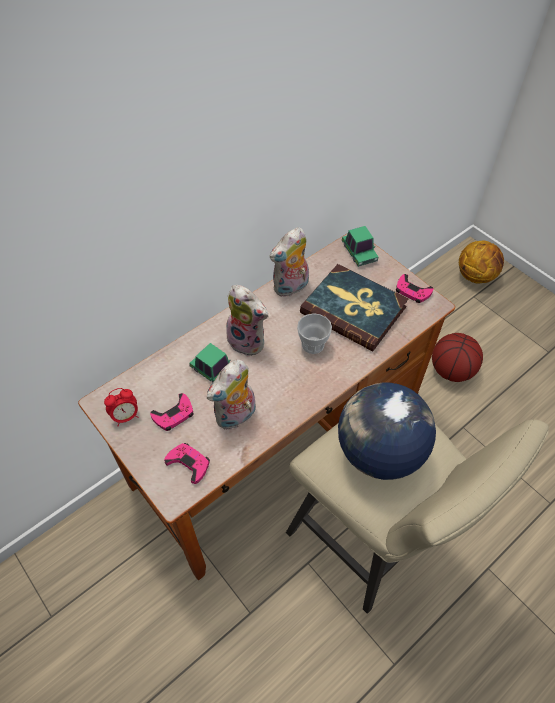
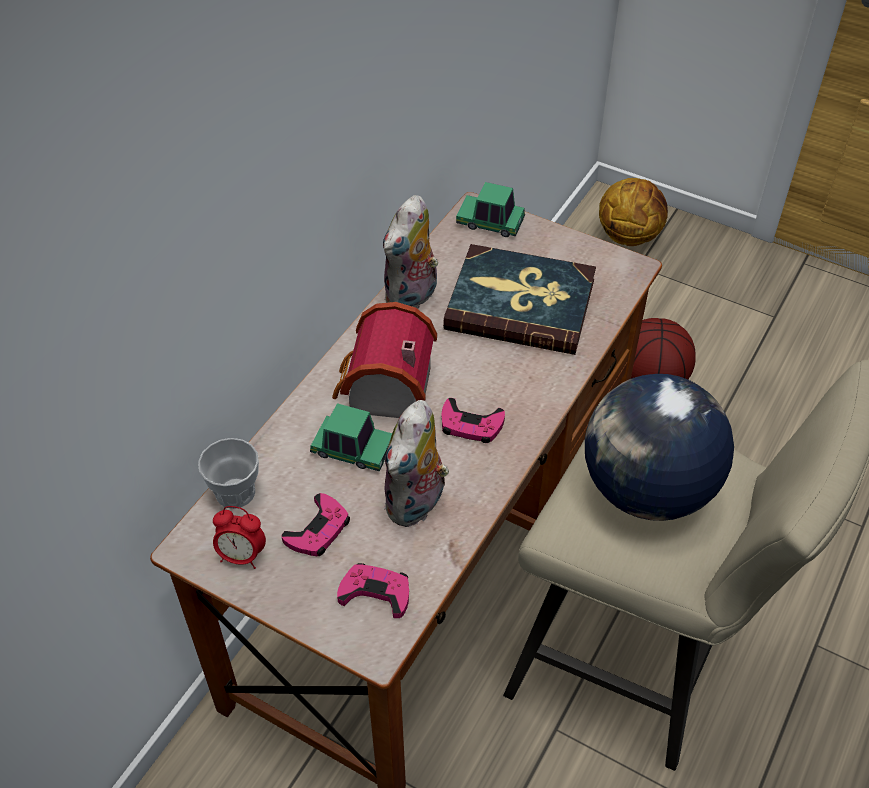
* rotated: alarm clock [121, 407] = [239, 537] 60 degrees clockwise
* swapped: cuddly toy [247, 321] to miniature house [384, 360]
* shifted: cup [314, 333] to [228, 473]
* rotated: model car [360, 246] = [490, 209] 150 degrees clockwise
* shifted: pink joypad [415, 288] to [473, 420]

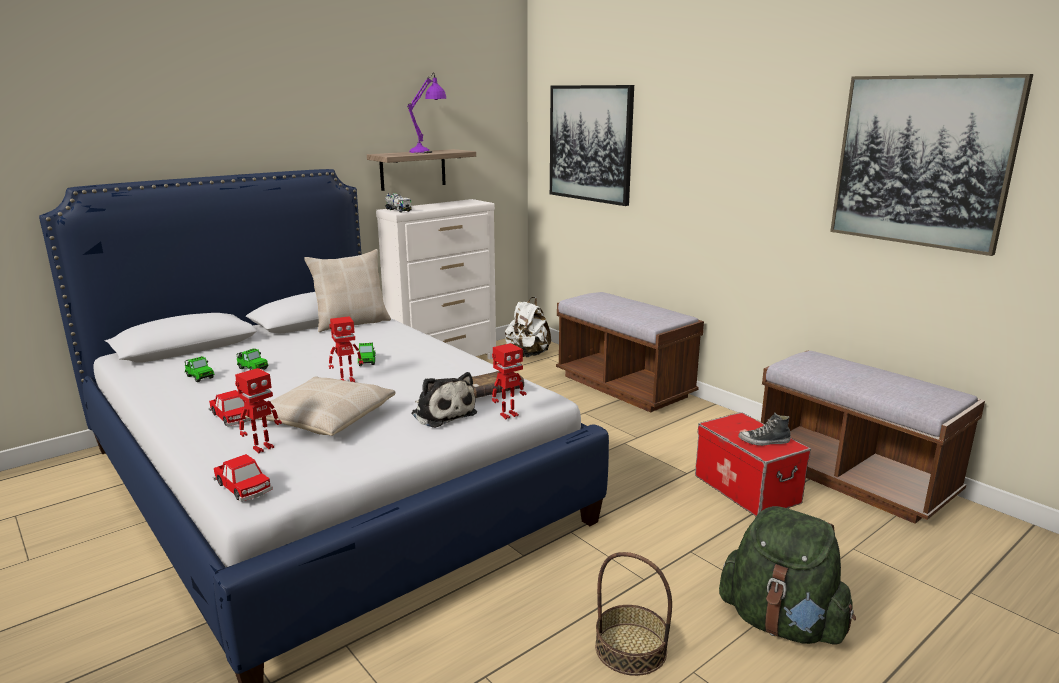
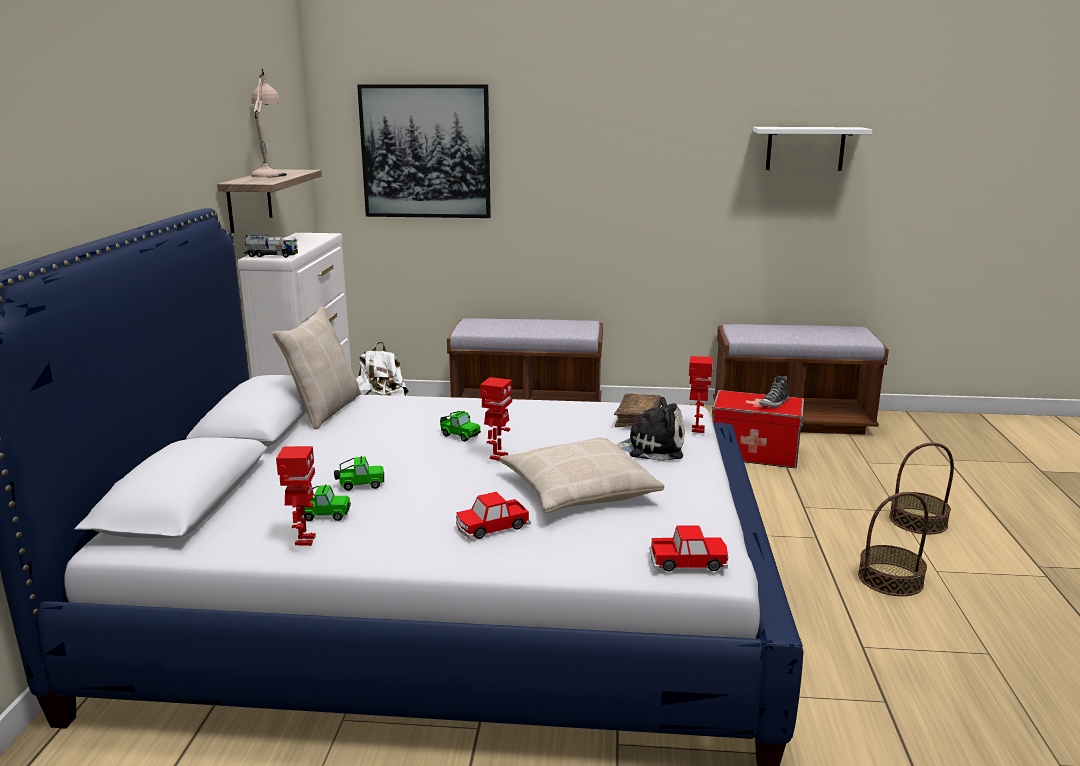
* rotated: model car [230, 408] = [493, 515] 150 degrees clockwise
* shifted: robot figure [258, 410] to [296, 496]
* repainted: purple-coloured lamp for a table [426, 113] to beige lamp for a table [269, 123]
* swapped: greenish rucksack [787, 575] to household basket [921, 488]
* swapped: wall art [931, 165] to white bracket shelf [812, 149]

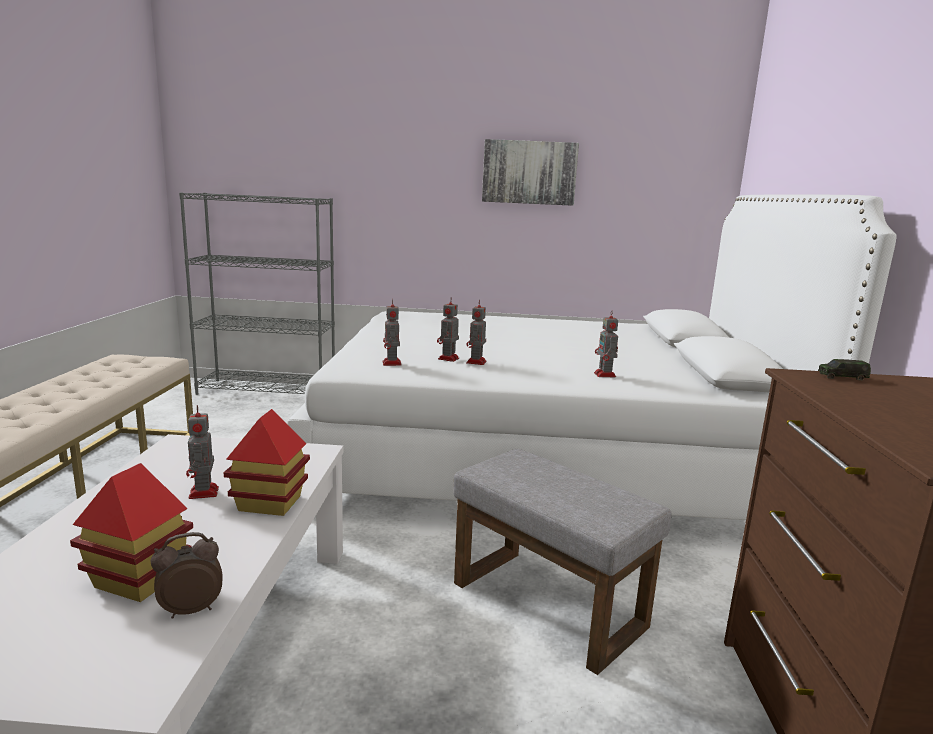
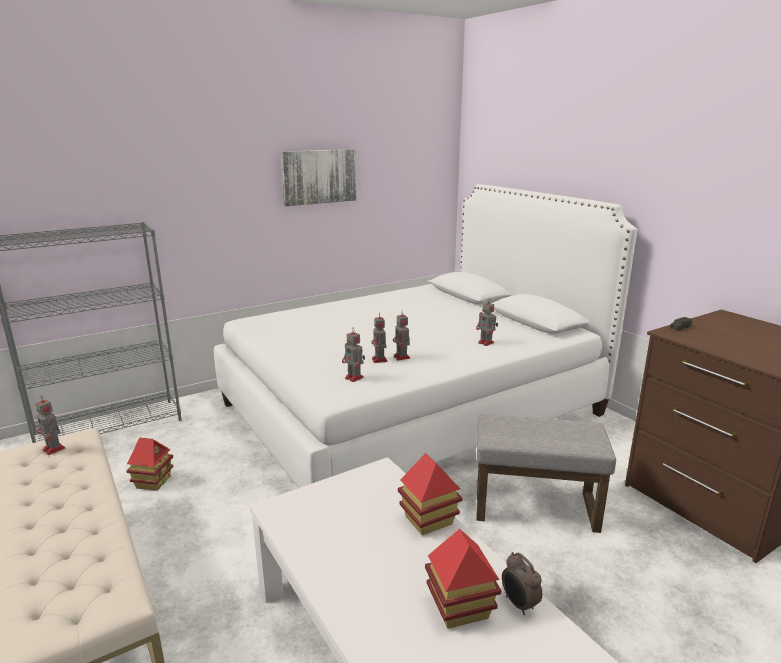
* rotated: alarm clock [186, 575] = [522, 584] 60 degrees counterclockwise
* shifted: robot figure [202, 452] to [50, 425]
* new: miniature house [150, 464]

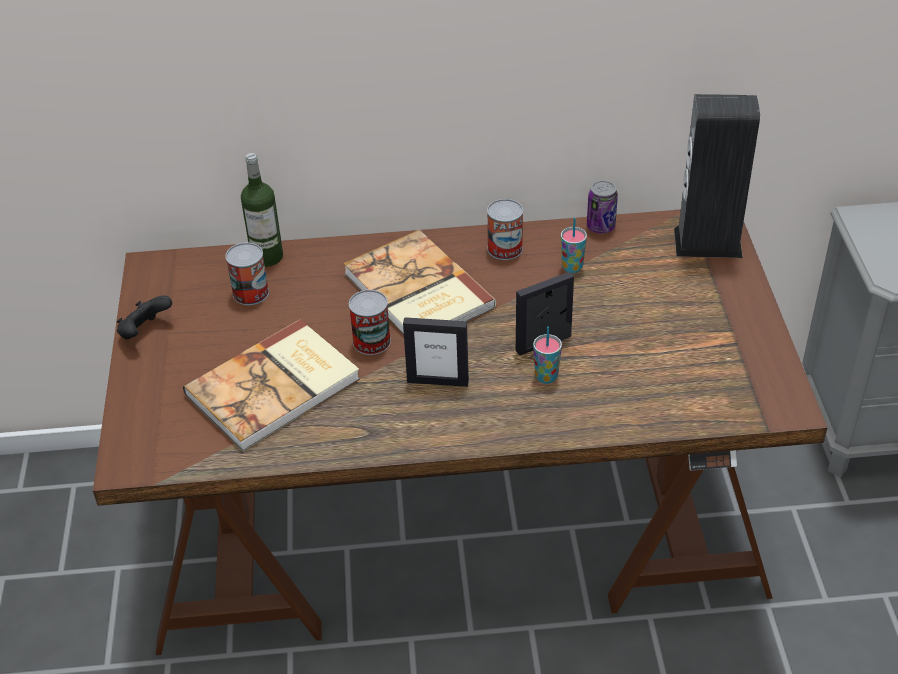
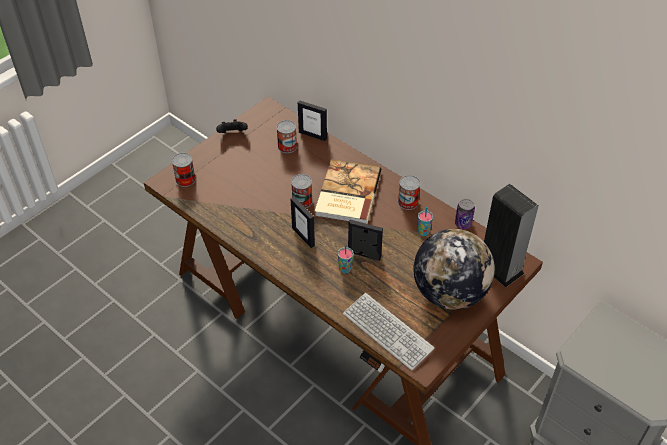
* gone: book [271, 385]
* swapped: beverage bottle [262, 210] to picture frame [312, 120]
* new: sealed can [184, 170]
* new: PC keyboard [389, 331]
* new: world globe [454, 269]

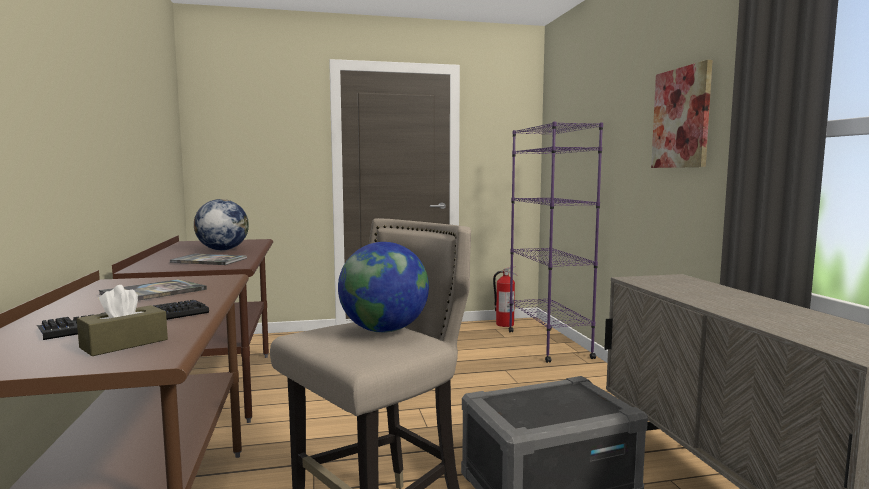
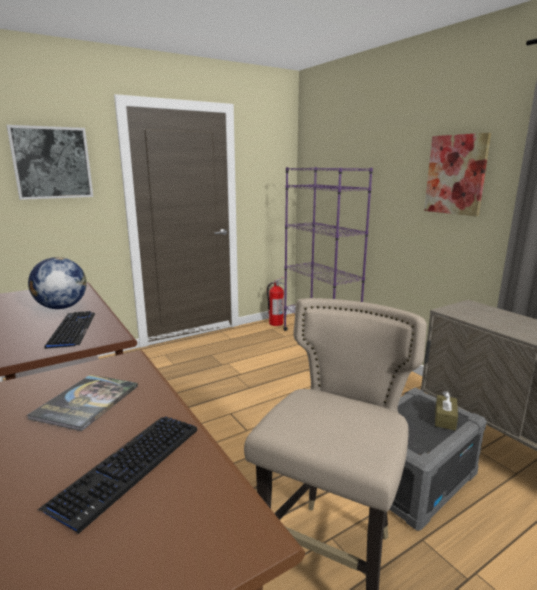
* shifted: brown-coloured tissue holder [122, 320] to [446, 410]
* swapped: book [208, 259] to PC keyboard [70, 330]
* gone: world globe [383, 287]
* new: wall art [50, 162]

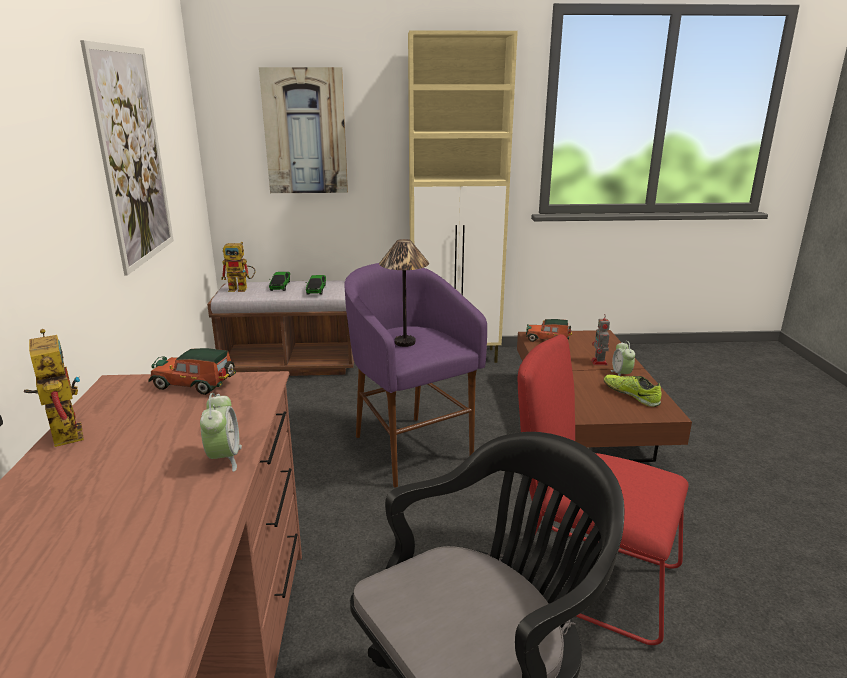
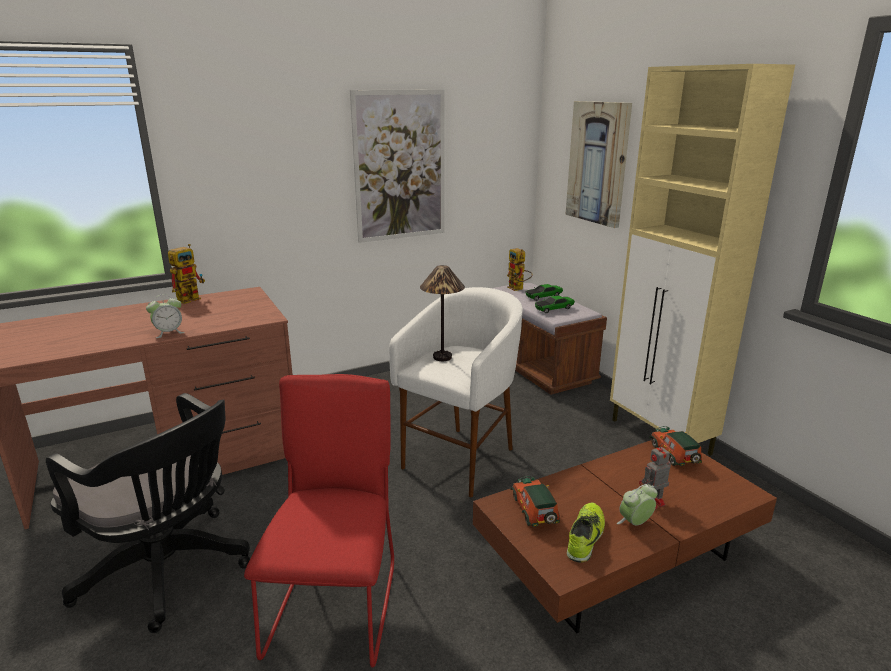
* shifted: model car [192, 371] to [535, 501]
* repainted: purple-coloured stool seat [415, 375] to white stool seat [456, 392]

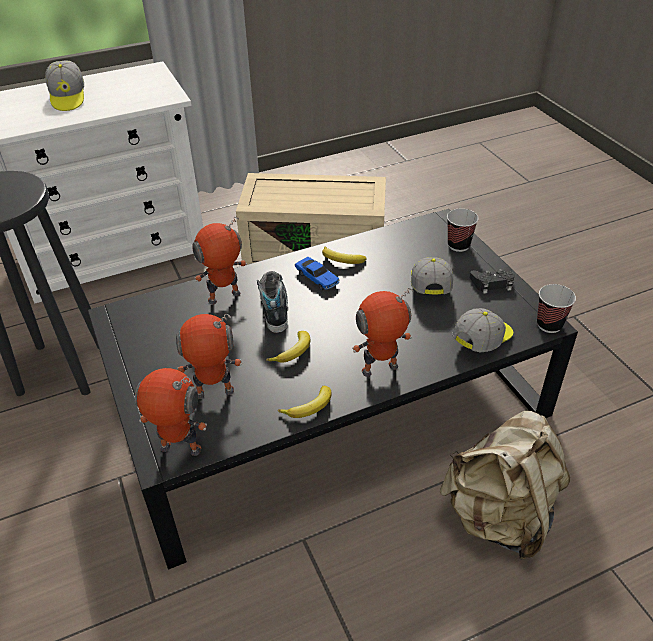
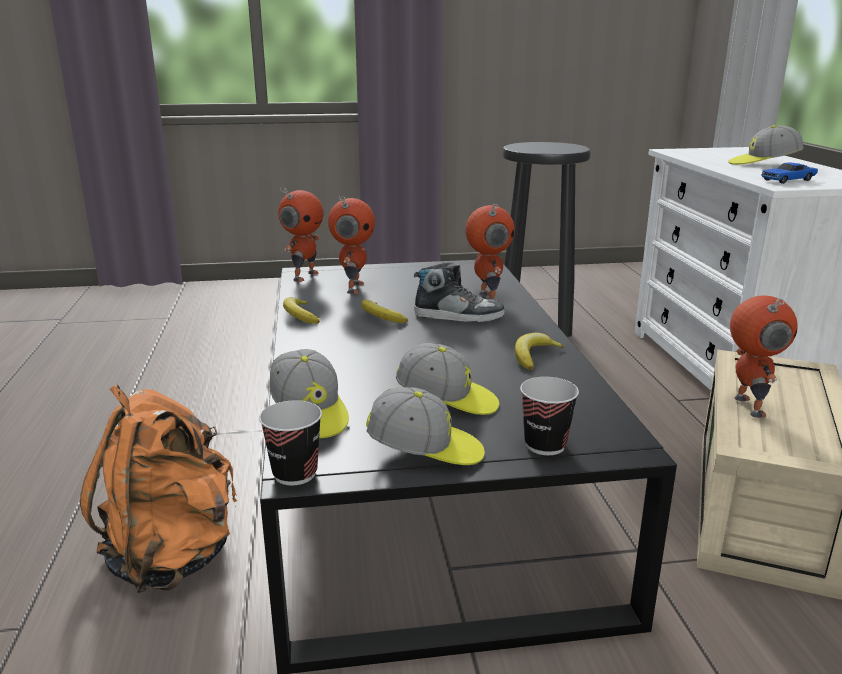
* shifted: model car [317, 273] to [789, 173]
* shifted: robot figure [382, 332] to [764, 356]
* repainted: beige rucksack [505, 485] to orange rucksack [158, 489]
* swapped: black joypad [492, 280] to baseball cap [425, 426]

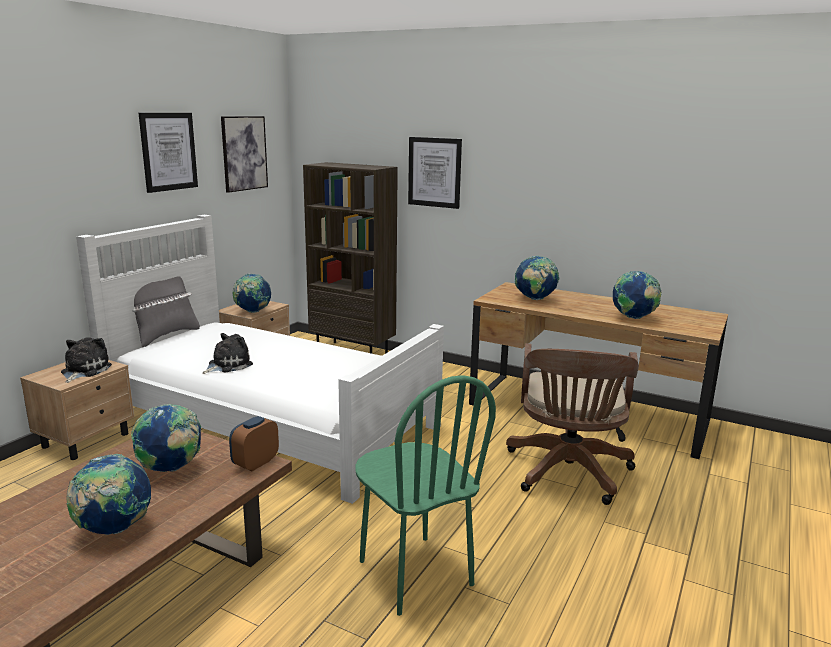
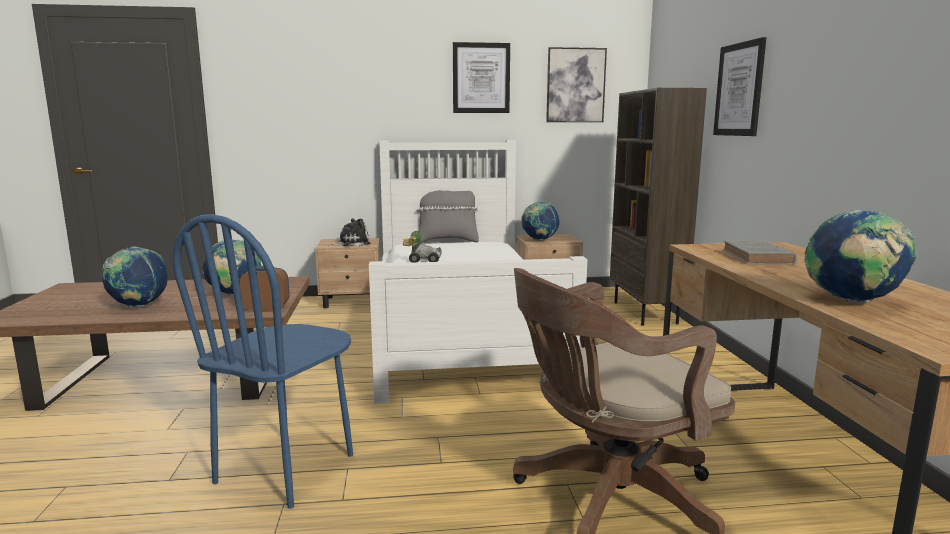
* swapped: cuddly toy [227, 353] to model car [422, 246]
* repainted: greenish plain chair [425, 495] to blue plain chair [263, 361]
* swapped: world globe [537, 278] to grey book [760, 252]

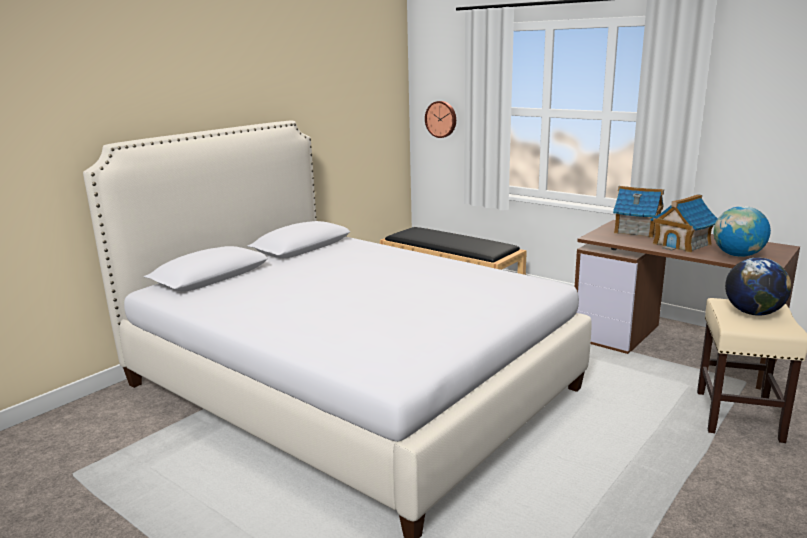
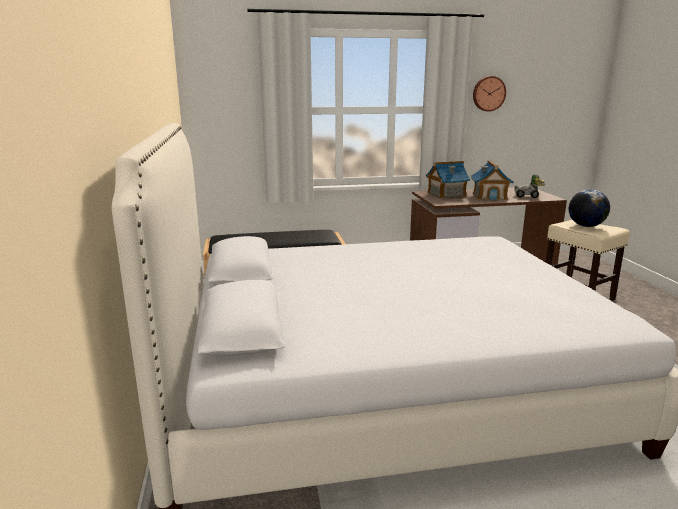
* shifted: hanging clock [440, 119] to [489, 94]
* swapped: world globe [742, 231] to model car [529, 186]

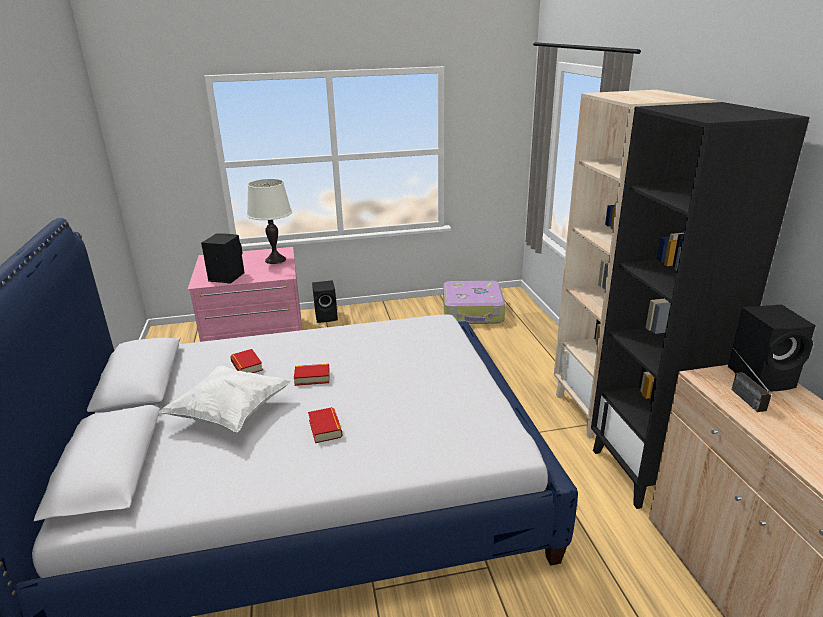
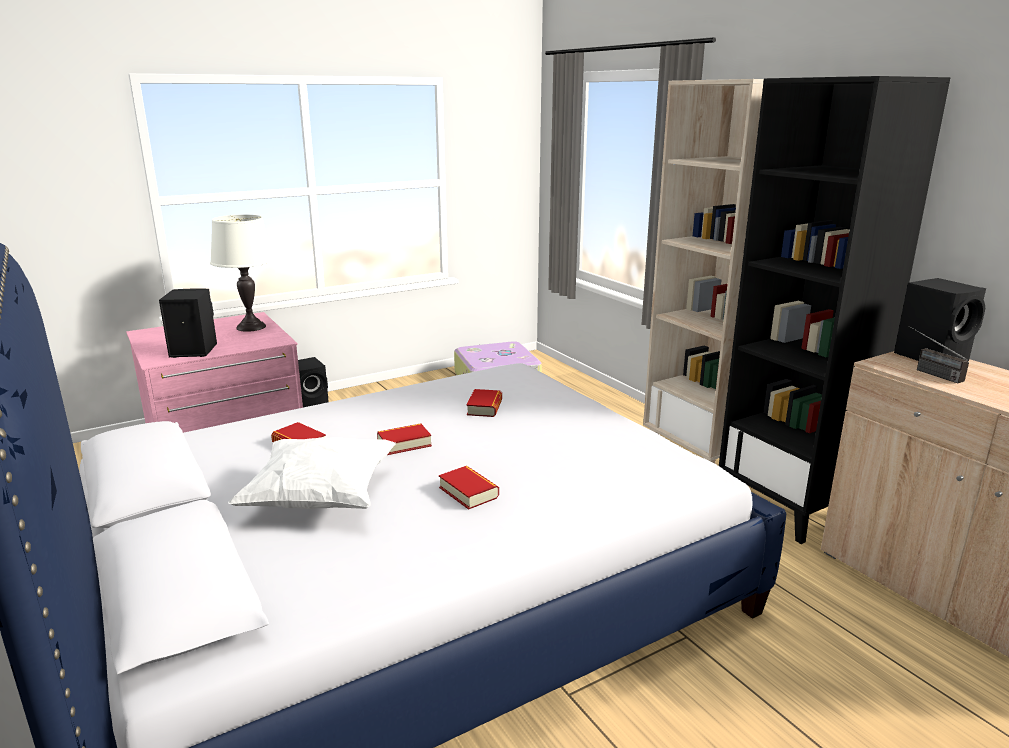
* new: book [484, 403]

